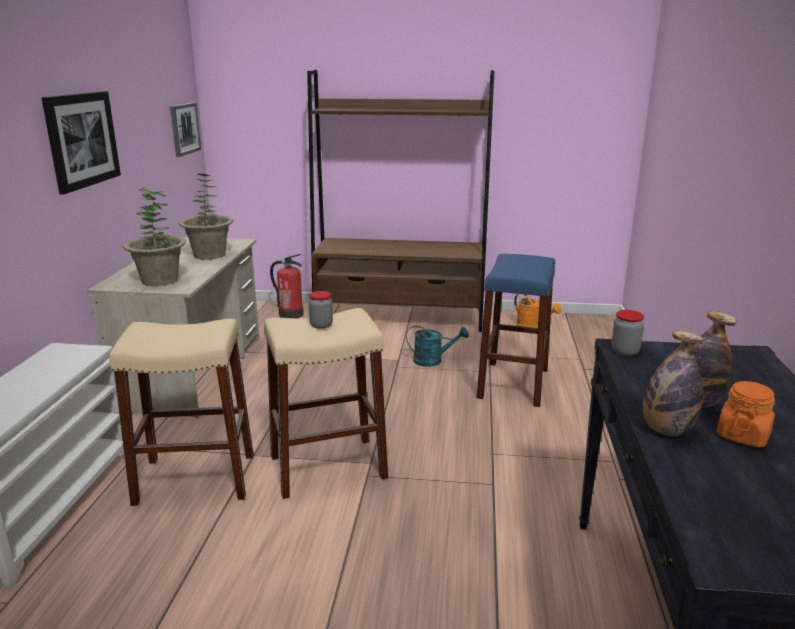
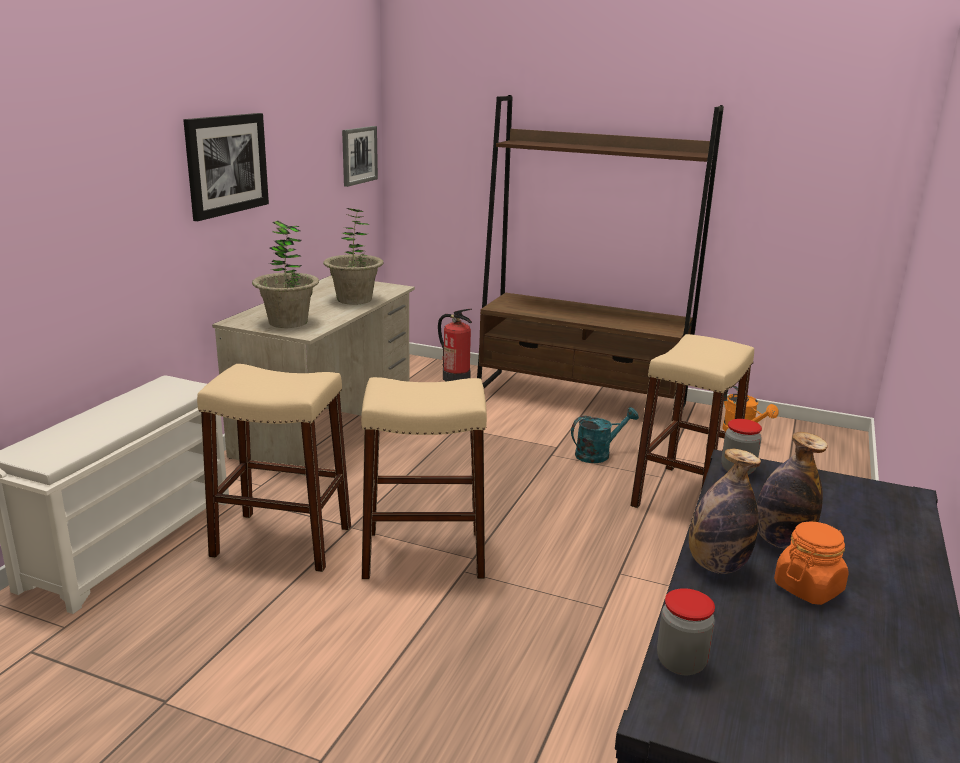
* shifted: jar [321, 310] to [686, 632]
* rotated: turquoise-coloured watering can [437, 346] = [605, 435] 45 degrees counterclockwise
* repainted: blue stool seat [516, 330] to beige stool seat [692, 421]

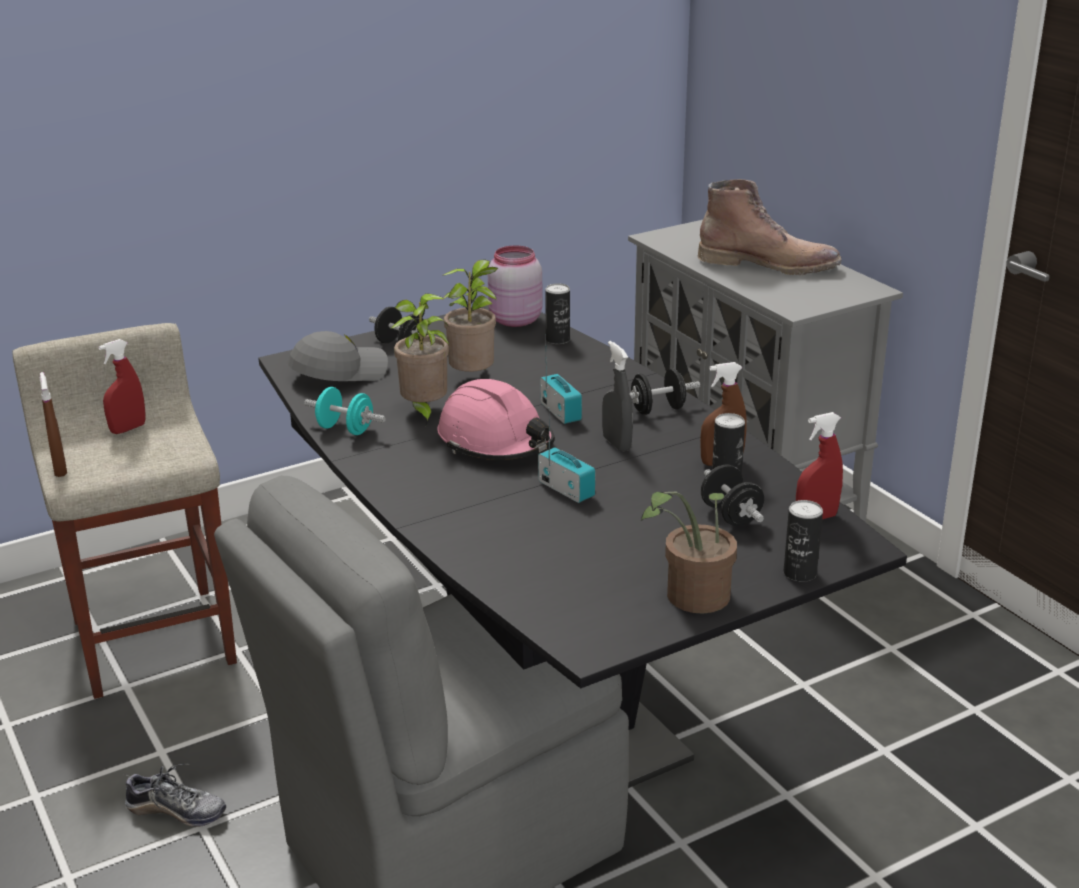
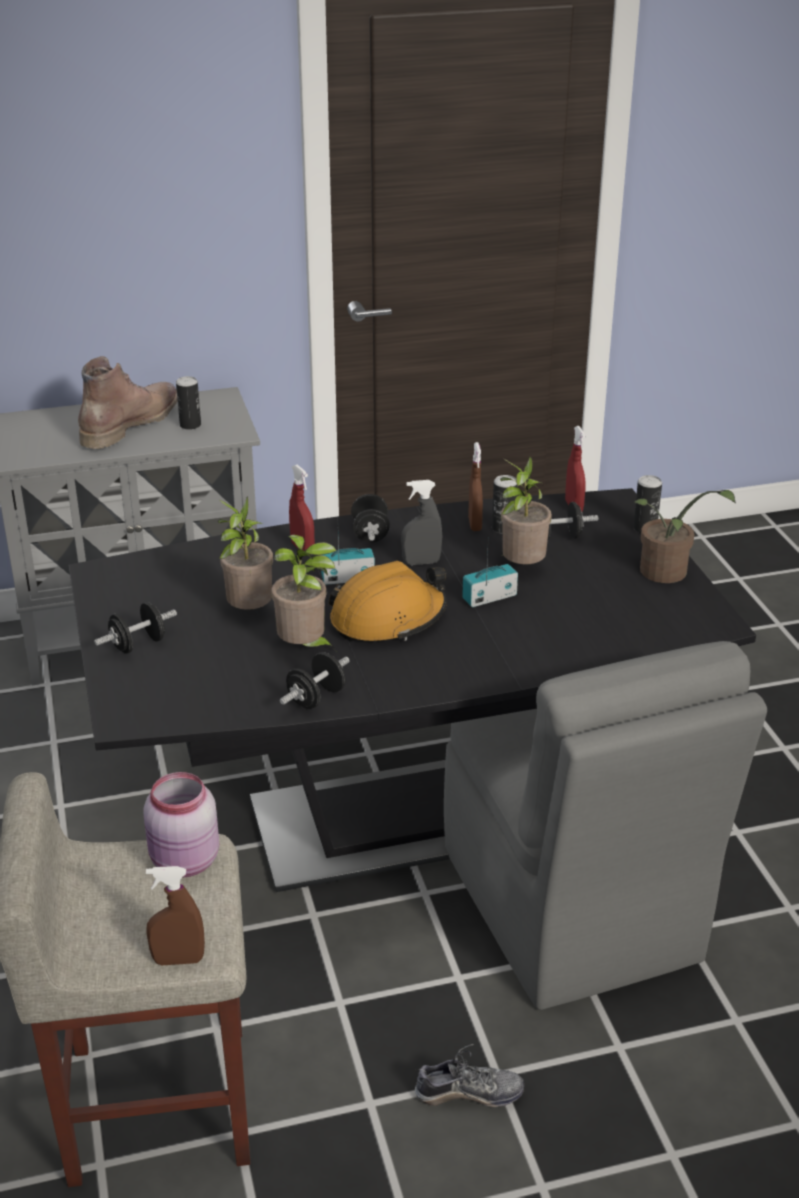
* shifted: red hand sprayer [122, 386] to [302, 508]
* rotated: item of footwear [175, 795] = [469, 1075] 60 degrees clockwise
* gone: grey baseball cap [338, 356]
* repainted: turquoise-coloured hand weight [345, 411] to black hand weight [315, 680]
* repainted: pink safety helmet [496, 419] to orange safety helmet [388, 601]
* shifted: pink jar [515, 286] to [181, 825]
* shifted: sealed can [557, 313] to [188, 403]
* new: potted plant [526, 510]

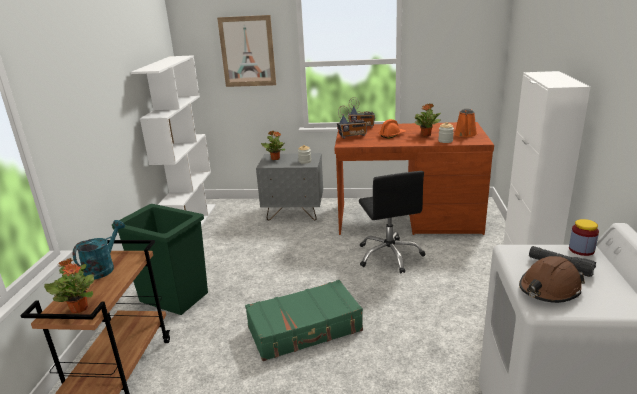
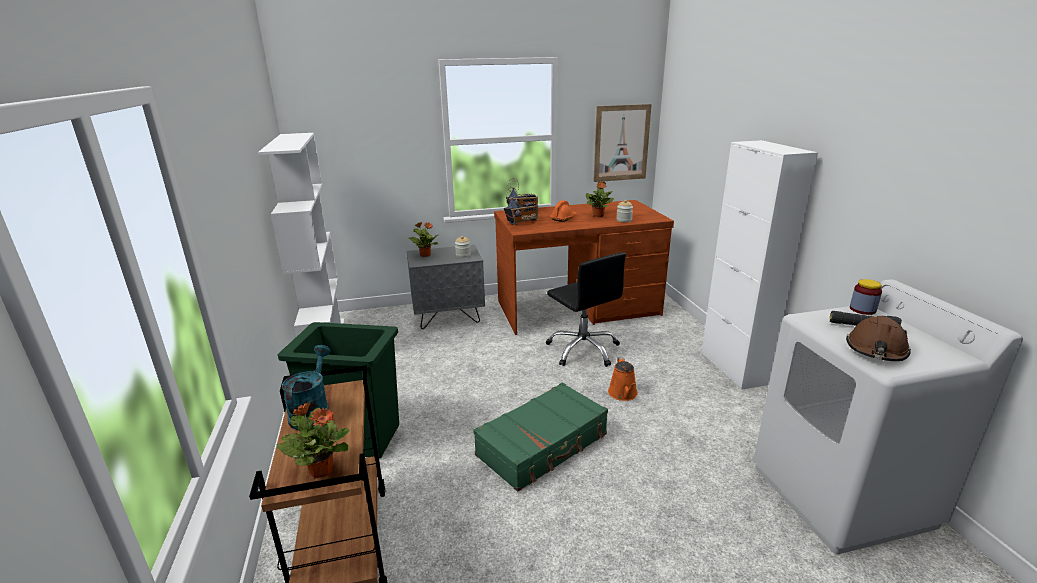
* shifted: wall art [246, 51] to [622, 143]
* shifted: orange watering can [465, 122] to [623, 379]

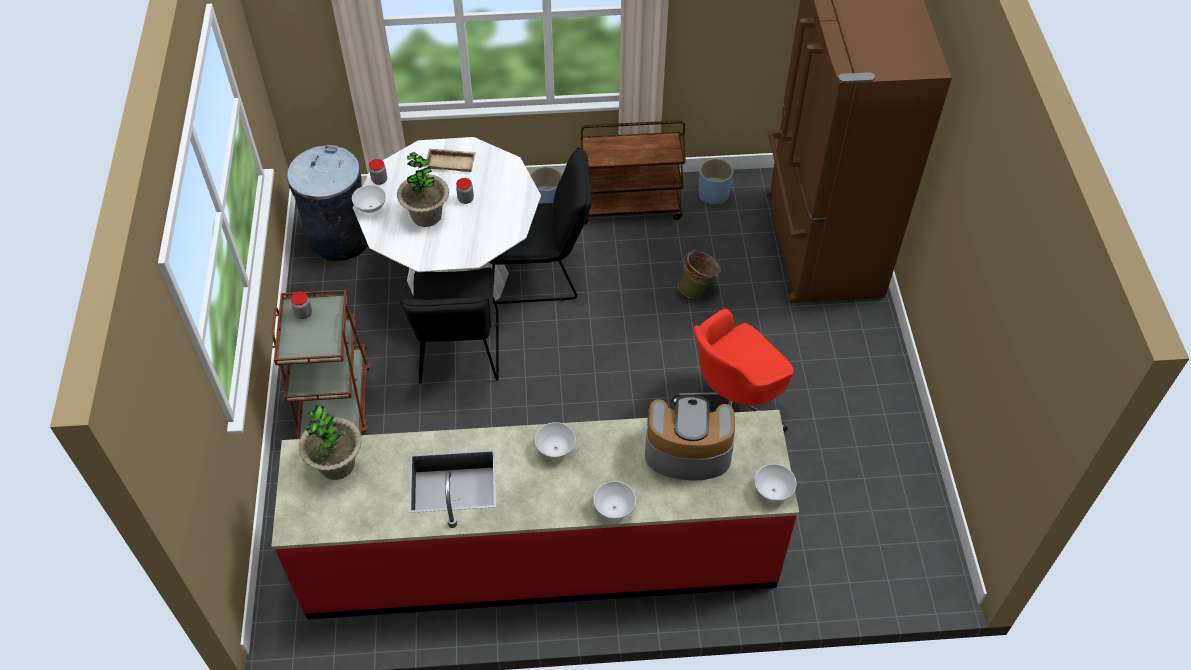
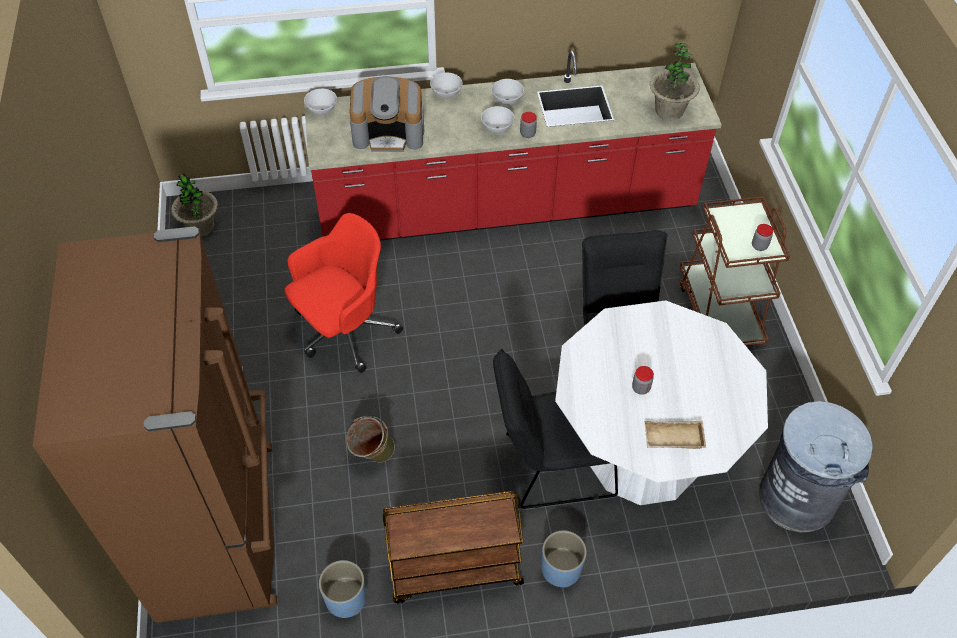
* shifted: white deep dish [369, 199] to [507, 92]
* shifted: jar [378, 172] to [528, 125]
* shifted: potted plant [423, 189] to [194, 205]

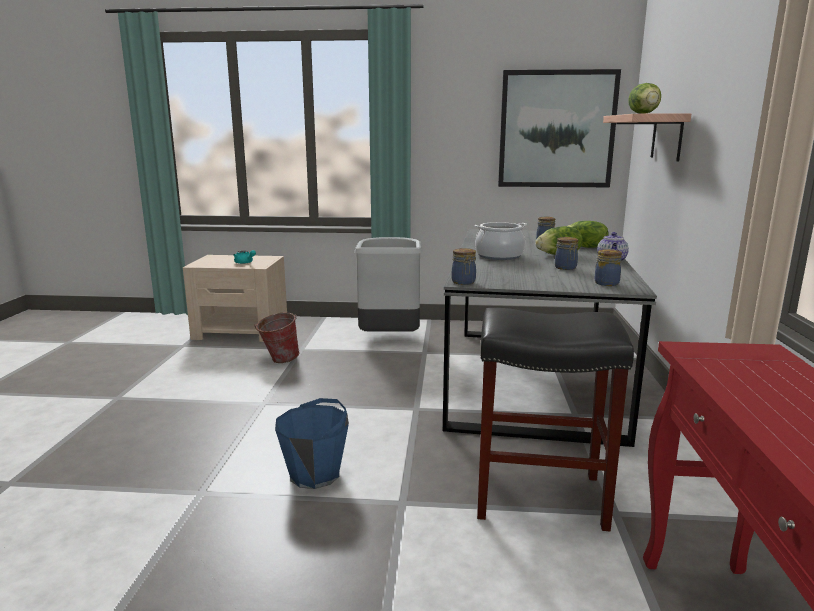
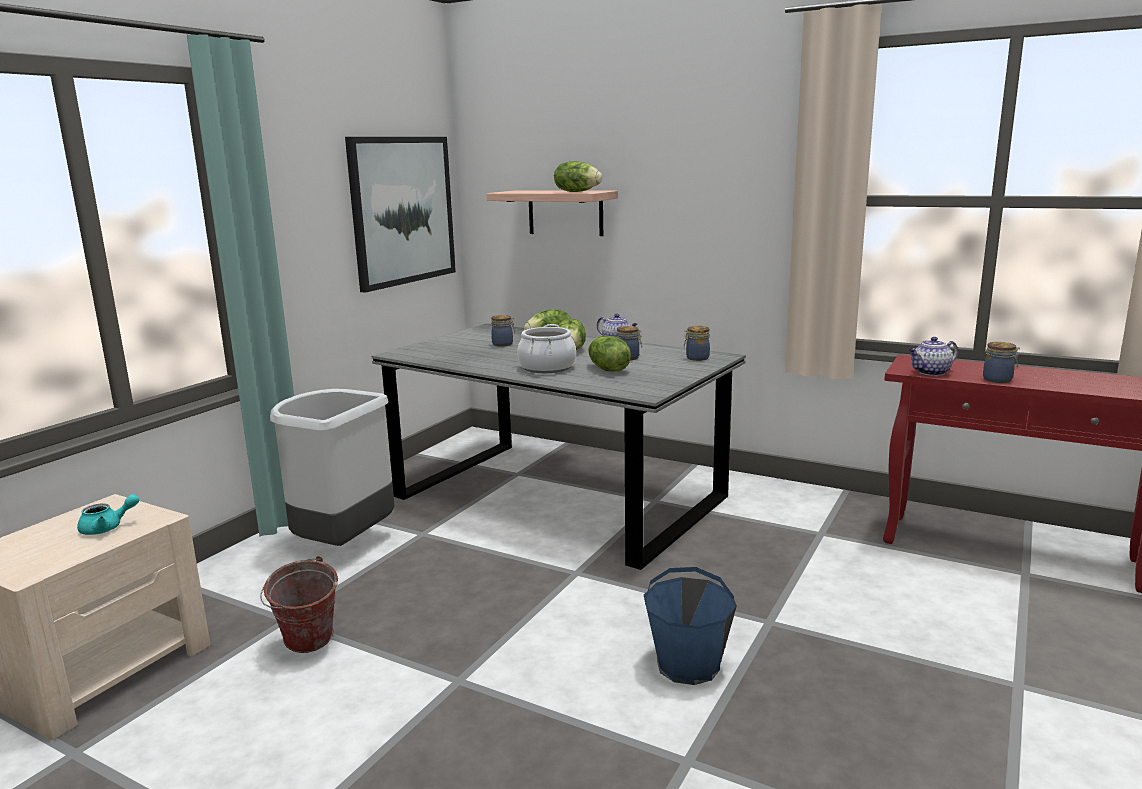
* shifted: jar [464, 266] to [1001, 362]
* gone: black stool seat [555, 419]
* new: lettuce [609, 353]
* new: pot for tea [933, 356]

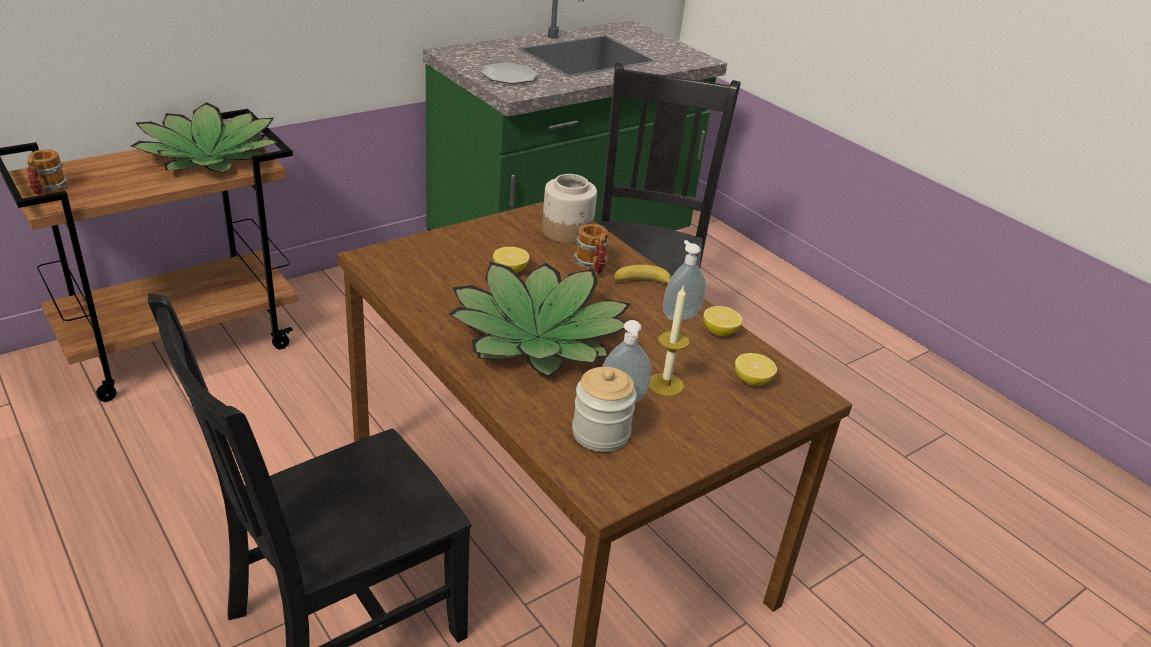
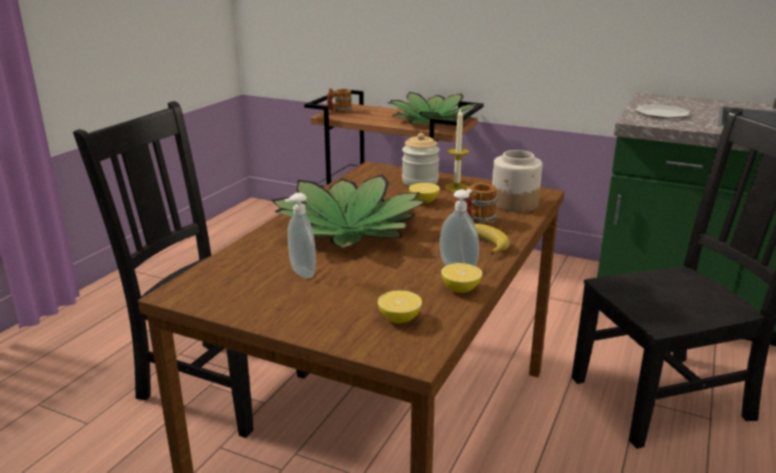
* shifted: jar [604, 409] to [421, 159]
* shifted: wax light [669, 341] to [456, 150]

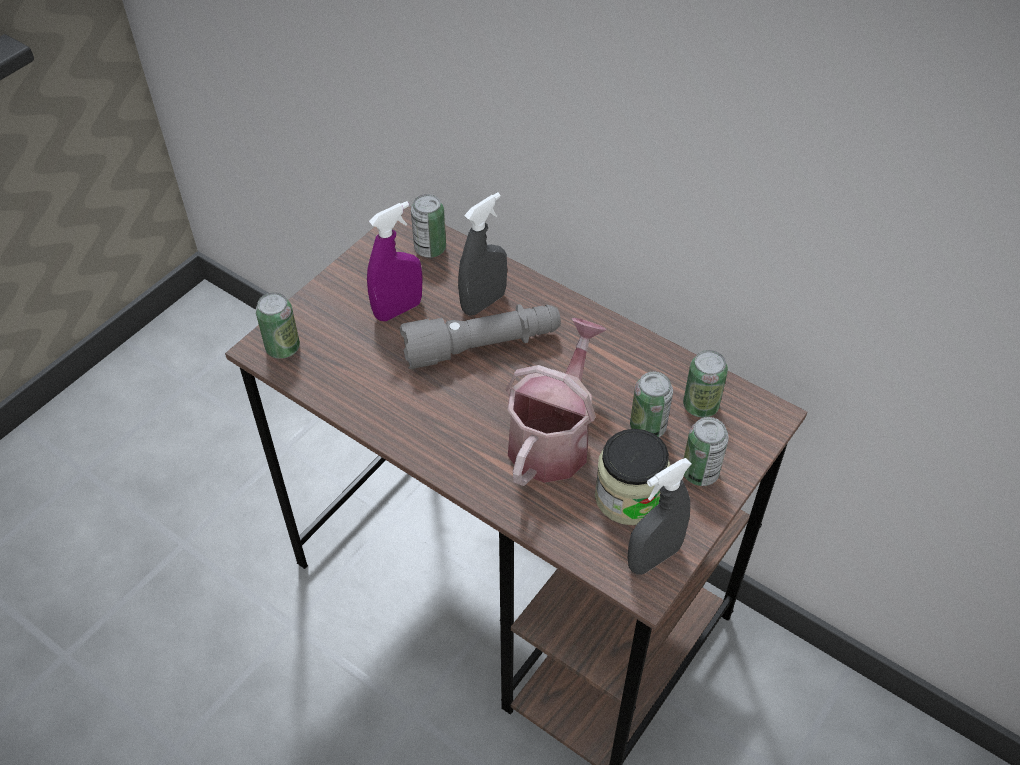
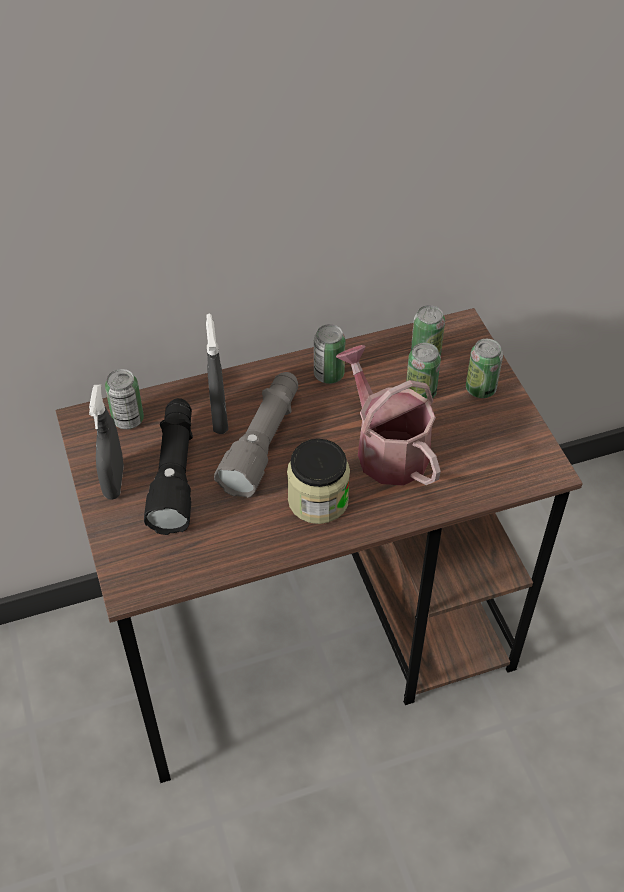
* shifted: sealed can [278, 325] to [330, 354]
* swapped: purple-coloured hand sprayer [395, 261] to black torch [168, 466]
* shifted: jar [632, 477] to [318, 481]
* shifted: grey hand sprayer [660, 516] to [106, 442]

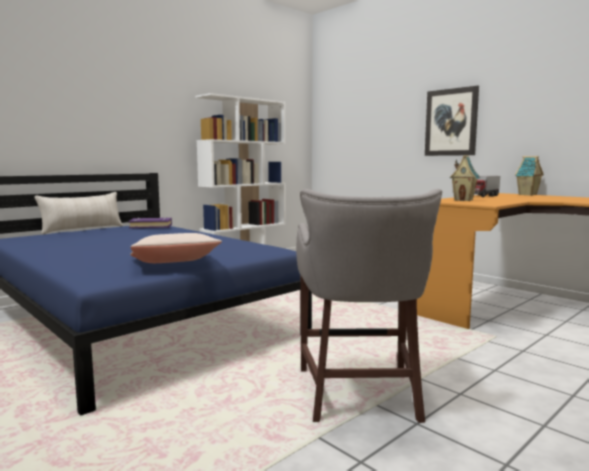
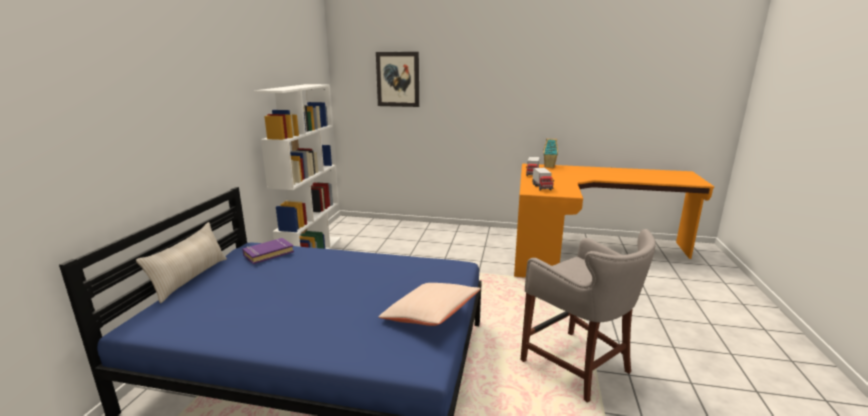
* shifted: wall art [452, 121] to [397, 79]
* swapped: miniature house [465, 178] to toy truck [543, 179]

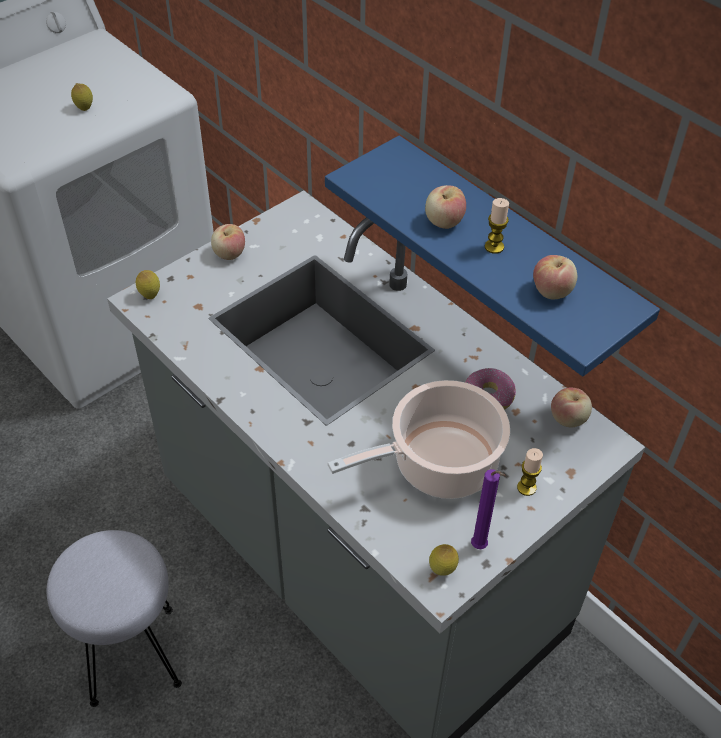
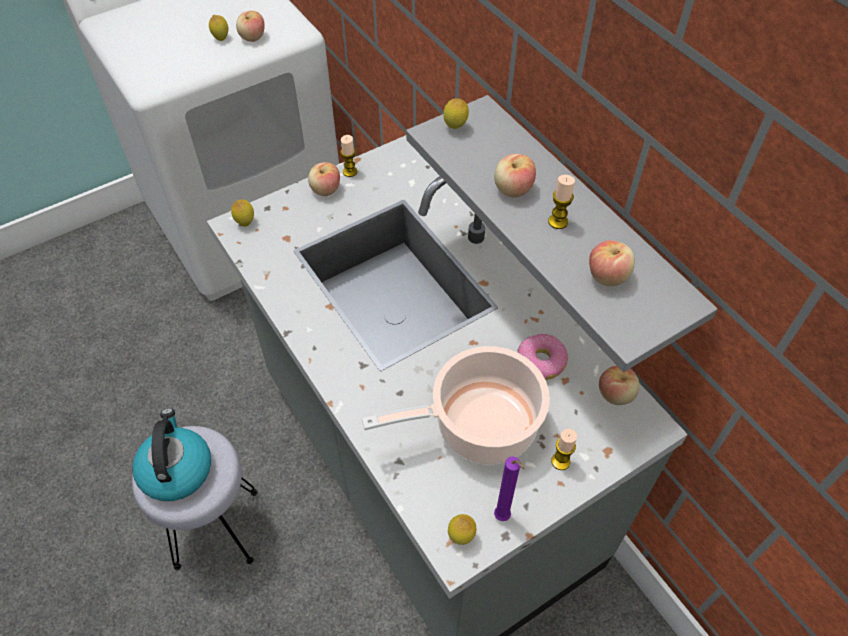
* repainted: blue bracket shelf [492, 256] to grey bracket shelf [562, 233]
* new: tea kettle [171, 454]
* new: whole apple [250, 26]
* new: wax light [348, 156]
* new: whole lemon [456, 113]

